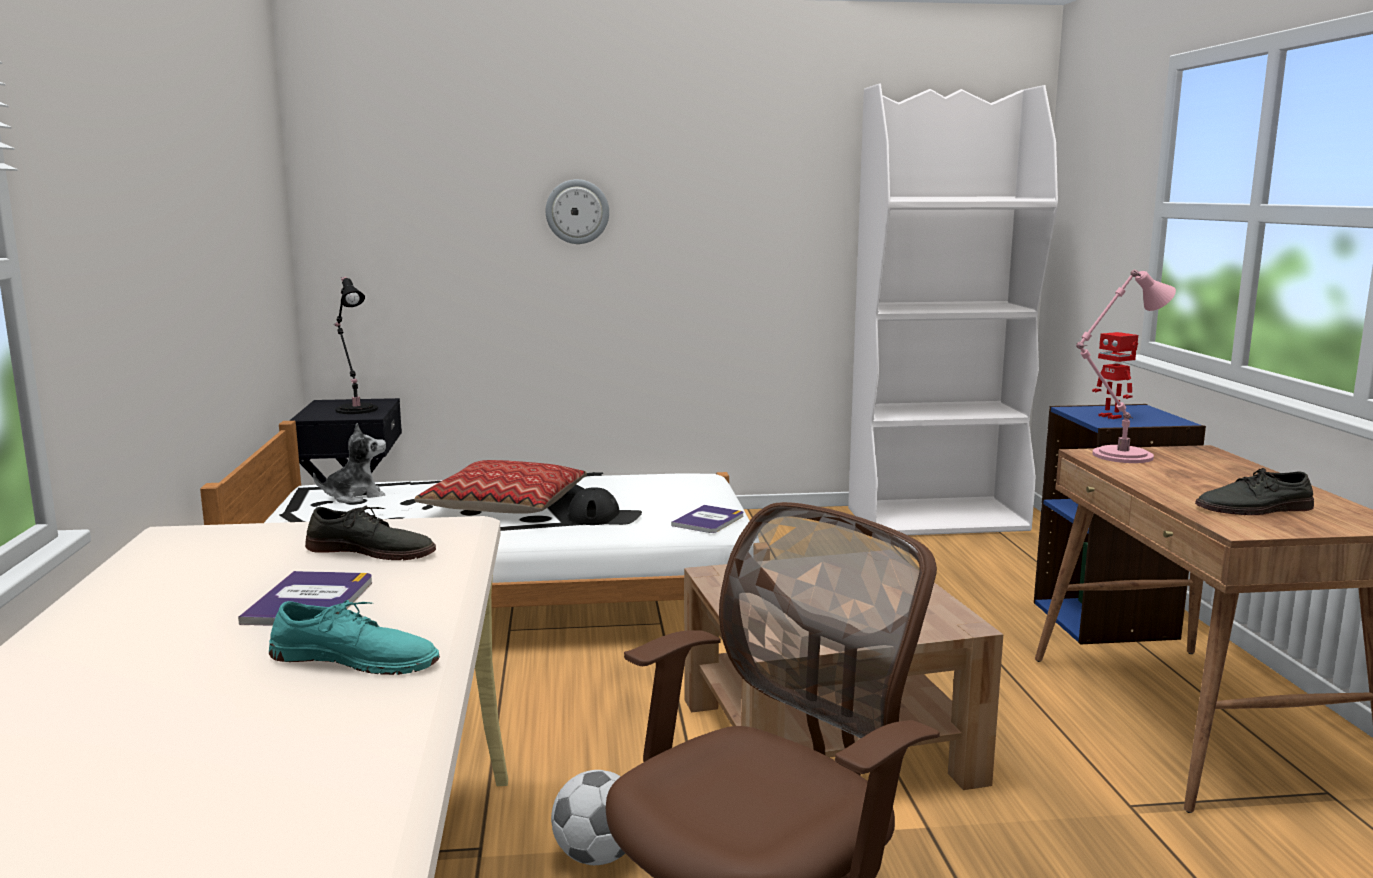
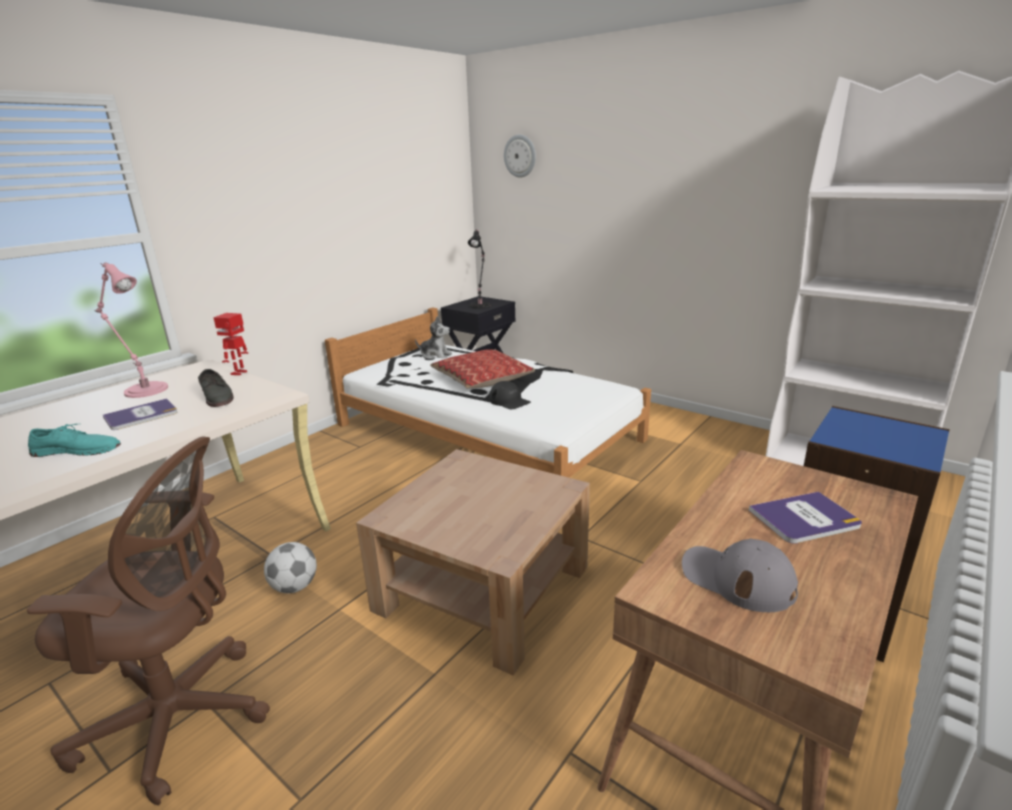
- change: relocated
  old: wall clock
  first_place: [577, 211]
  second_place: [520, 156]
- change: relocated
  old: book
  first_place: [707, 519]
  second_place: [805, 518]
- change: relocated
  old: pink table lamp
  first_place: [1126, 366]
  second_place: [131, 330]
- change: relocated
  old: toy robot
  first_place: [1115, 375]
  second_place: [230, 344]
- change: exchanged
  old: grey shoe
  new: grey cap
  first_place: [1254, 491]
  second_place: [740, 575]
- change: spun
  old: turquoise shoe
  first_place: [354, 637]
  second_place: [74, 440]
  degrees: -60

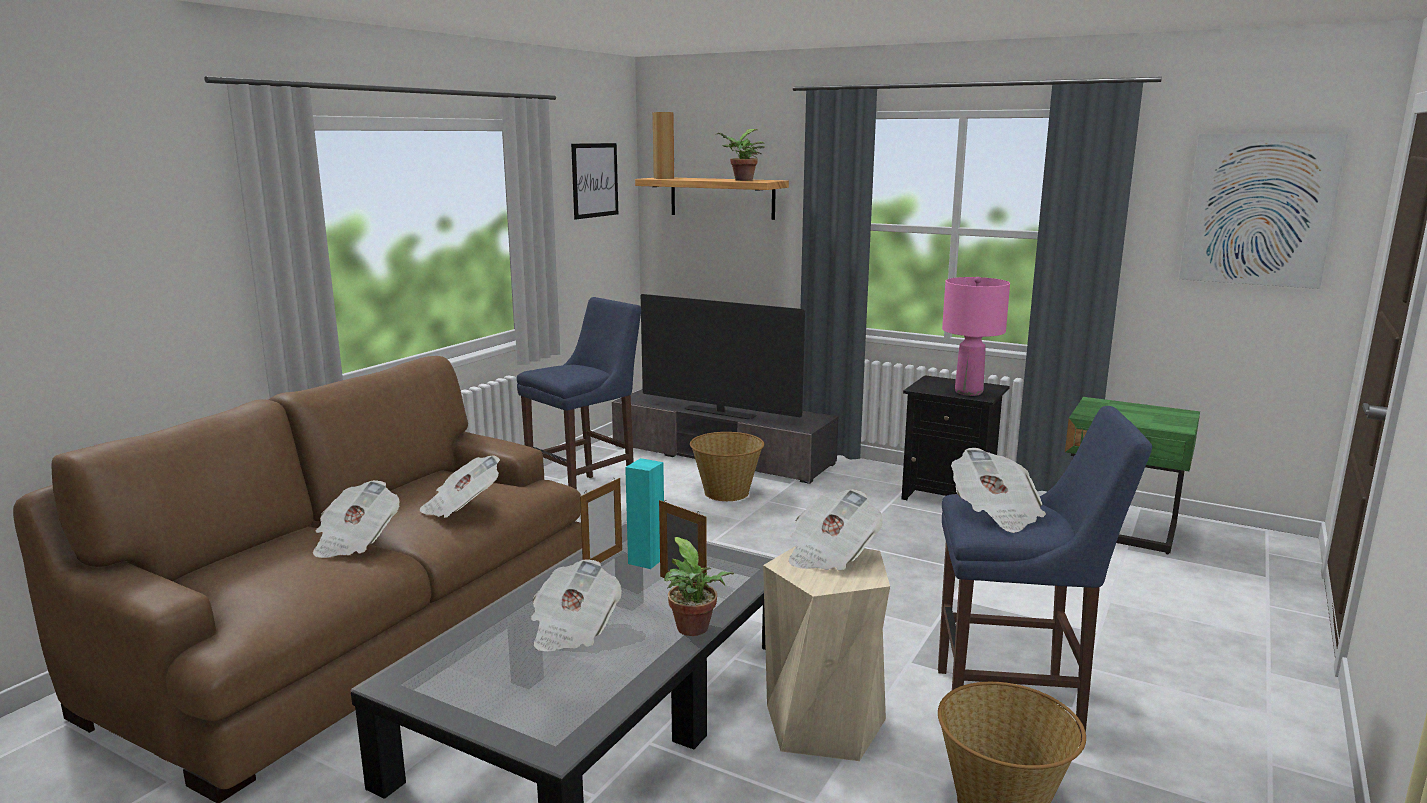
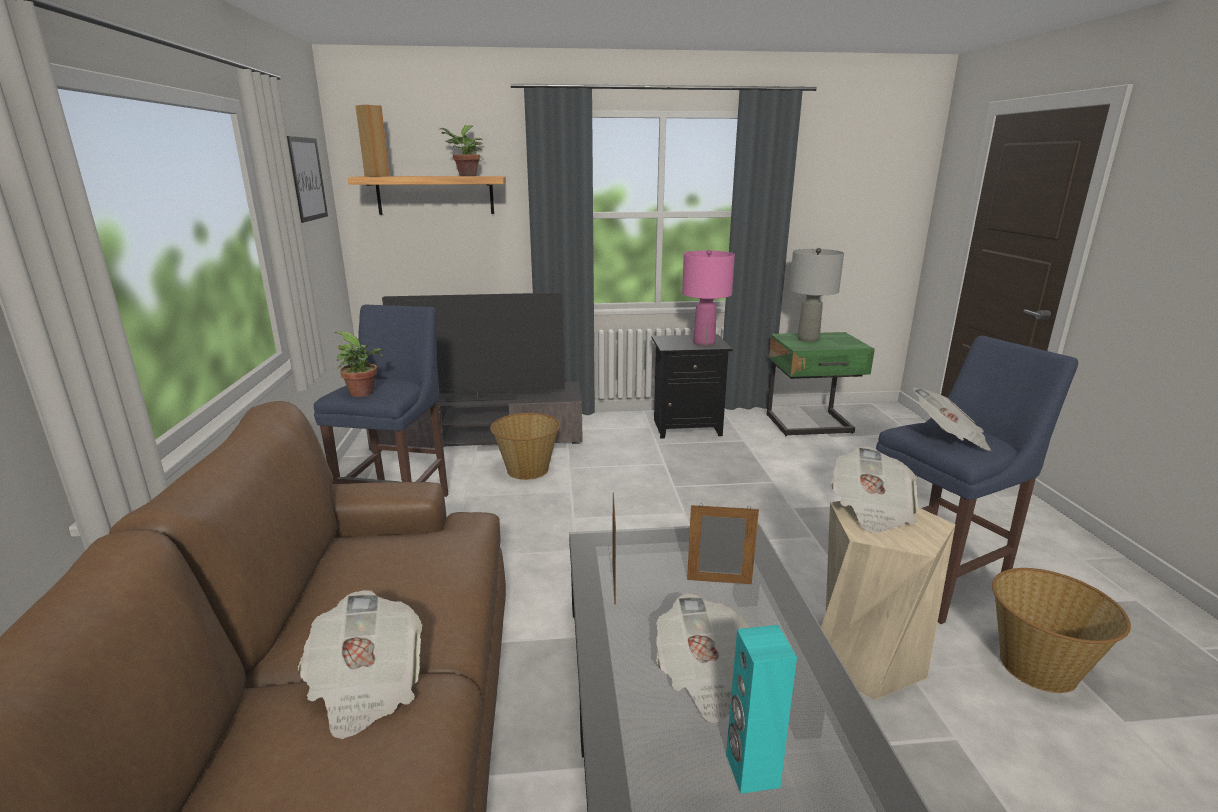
- change: missing
  old: newspaper
  first_place: [460, 487]
- change: missing
  old: picture
  first_place: [1263, 211]
- change: appeared
  new: grey table lamp
  second_place: [816, 295]
- change: relocated
  old: turquoise speaker
  first_place: [644, 513]
  second_place: [761, 709]
- change: relocated
  old: potted plant
  first_place: [699, 586]
  second_place: [359, 364]

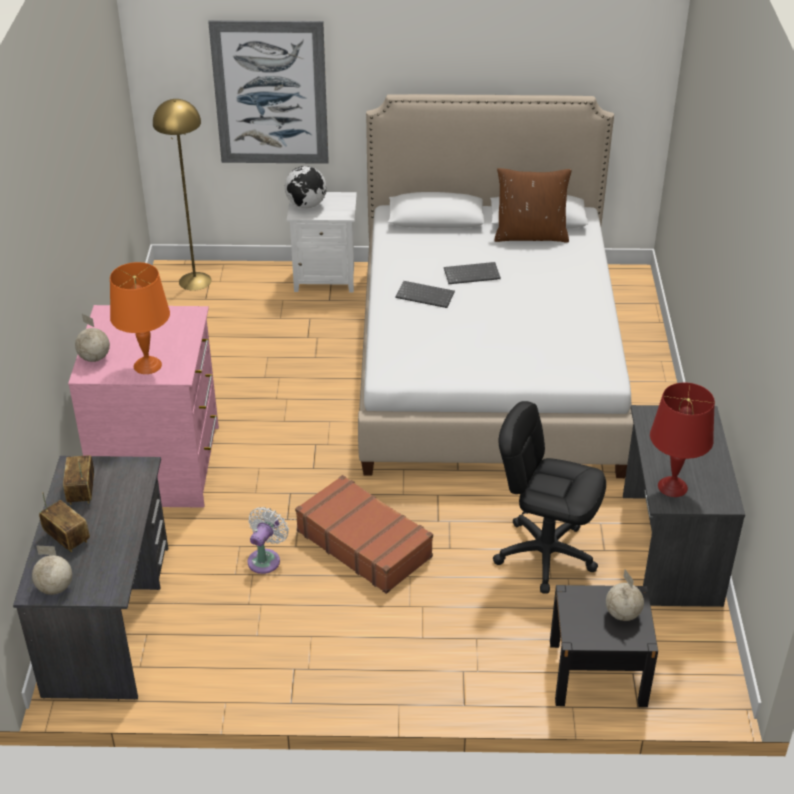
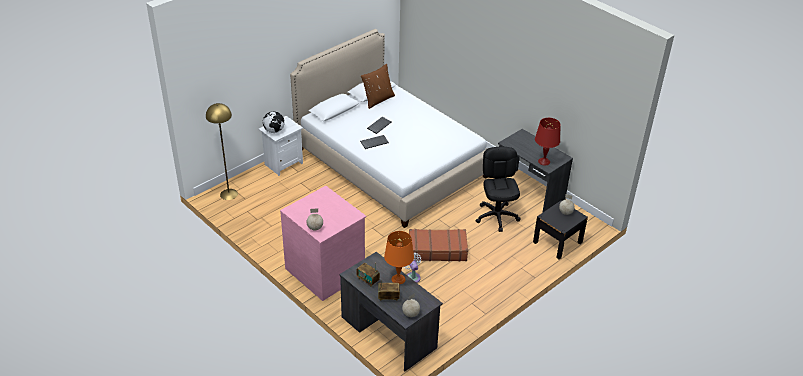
- change: missing
  old: picture
  first_place: [268, 92]
- change: relocated
  old: orange table lamp
  first_place: [140, 318]
  second_place: [399, 257]
- change: spun
  old: black office chair
  first_place: [549, 497]
  second_place: [498, 189]
  degrees: 105

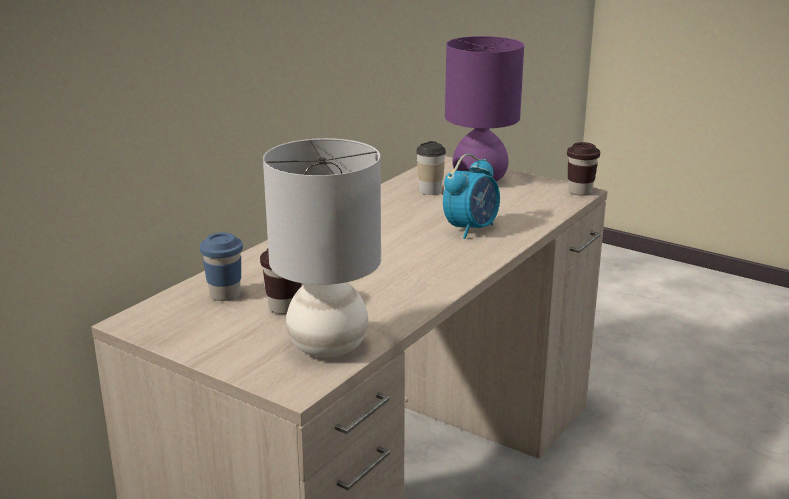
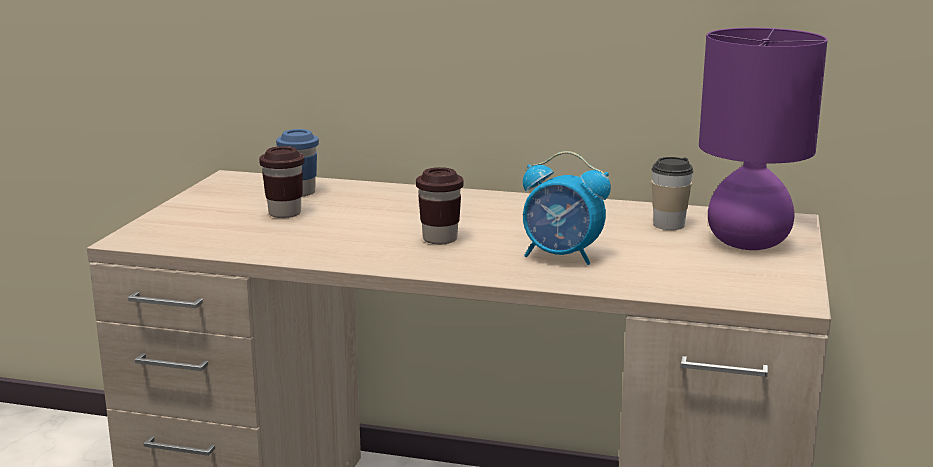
- change: missing
  old: grey table lamp
  first_place: [322, 248]
- change: relocated
  old: brown cup
  first_place: [583, 169]
  second_place: [440, 205]

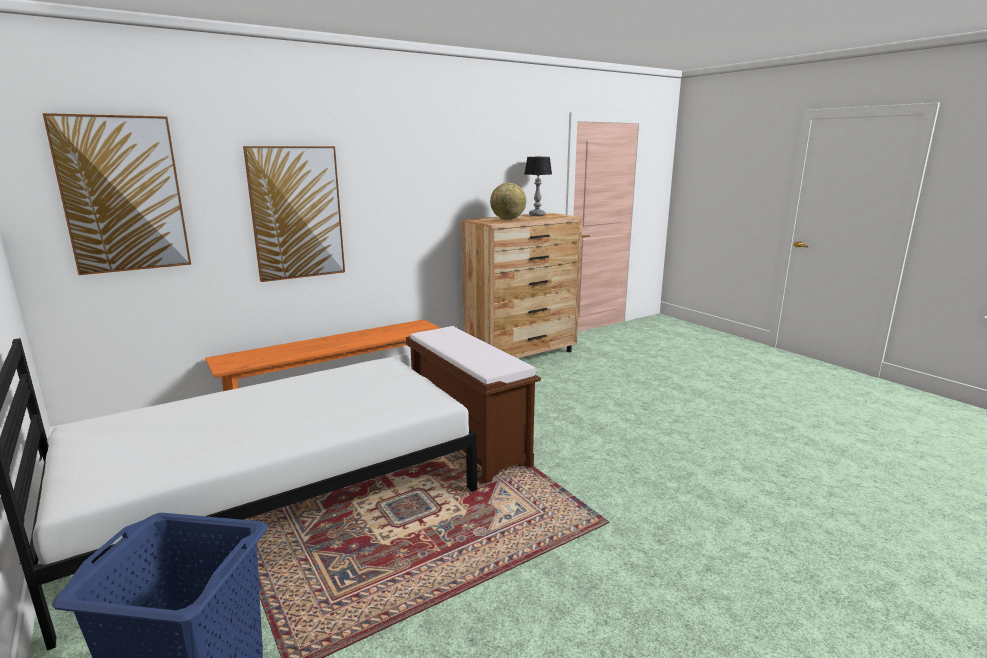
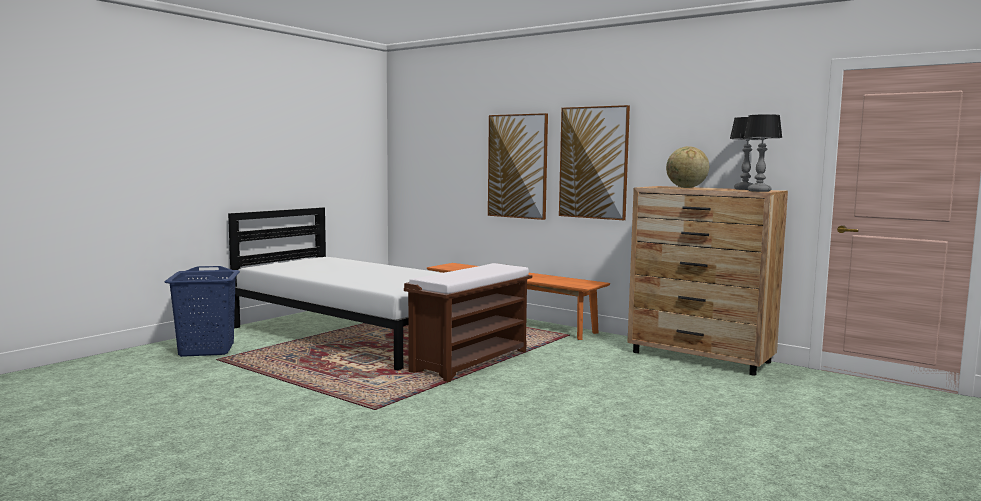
- change: appeared
  new: table lamp
  second_place: [762, 153]
- change: relocated
  old: picture
  first_place: [117, 194]
  second_place: [594, 162]

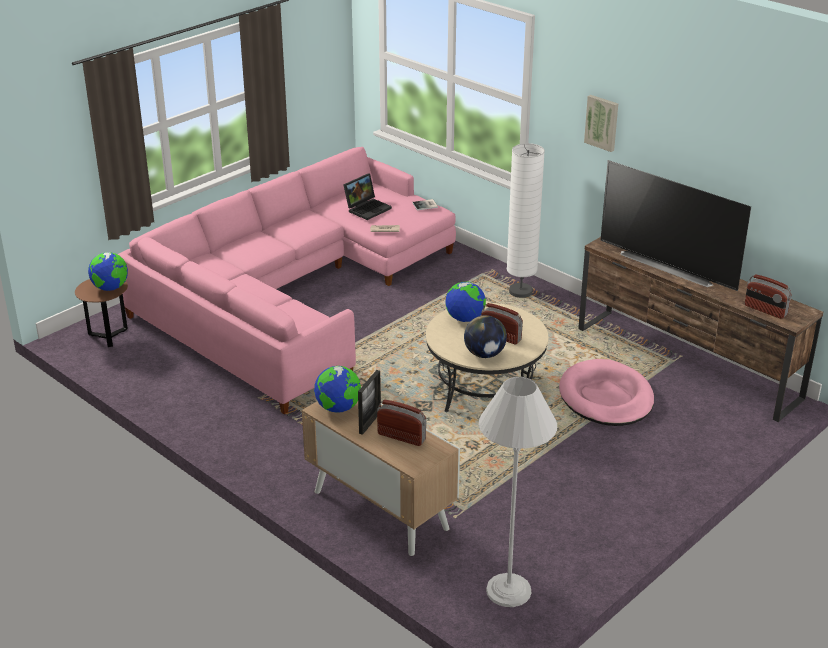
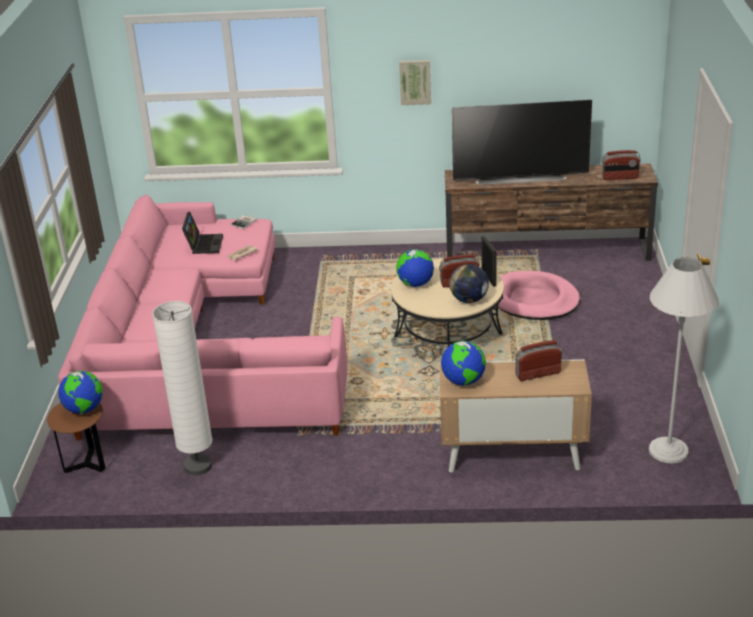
- change: relocated
  old: picture frame
  first_place: [369, 402]
  second_place: [489, 261]
- change: relocated
  old: white floor lamp
  first_place: [526, 220]
  second_place: [182, 388]

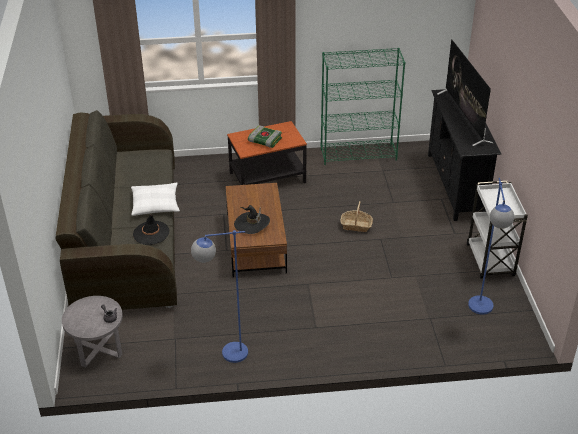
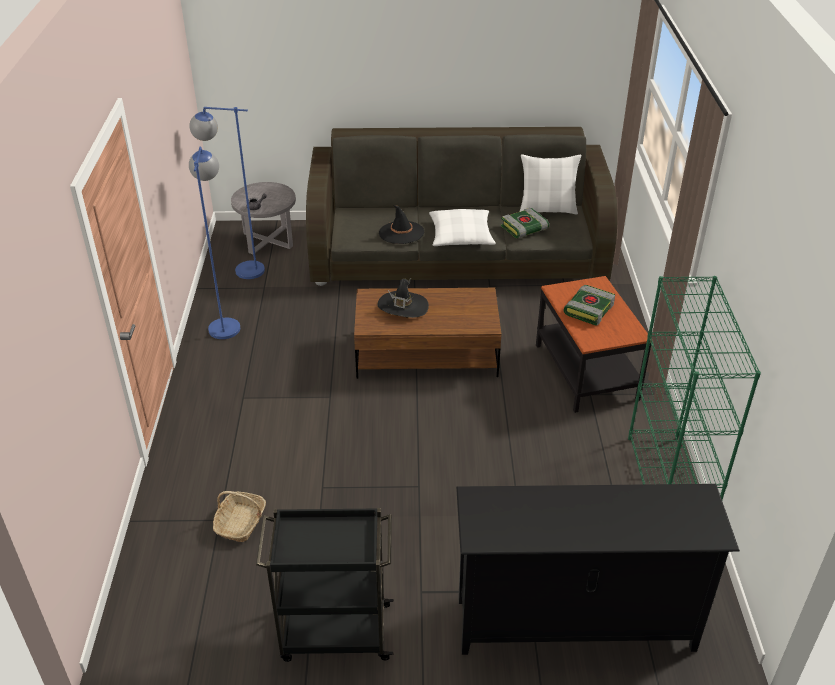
- change: missing
  old: television
  first_place: [465, 92]
- change: appeared
  new: book
  second_place: [525, 223]
- change: appeared
  new: white pillow
  second_place: [550, 184]
- change: relocated
  old: basket
  first_place: [357, 216]
  second_place: [239, 516]
- change: relocated
  old: blue floor lamp
  first_place: [491, 246]
  second_place: [227, 193]
- change: colour
  old: white cart
  new: black cart
  first_place: [497, 230]
  second_place: [325, 585]

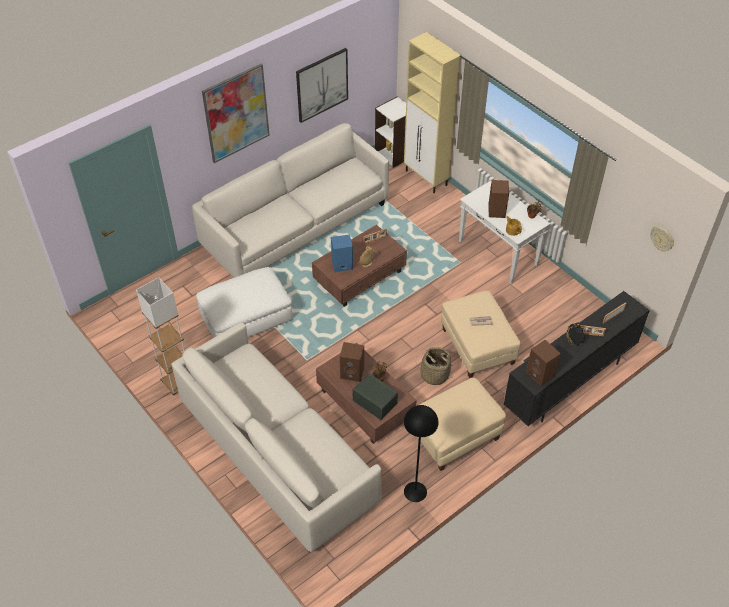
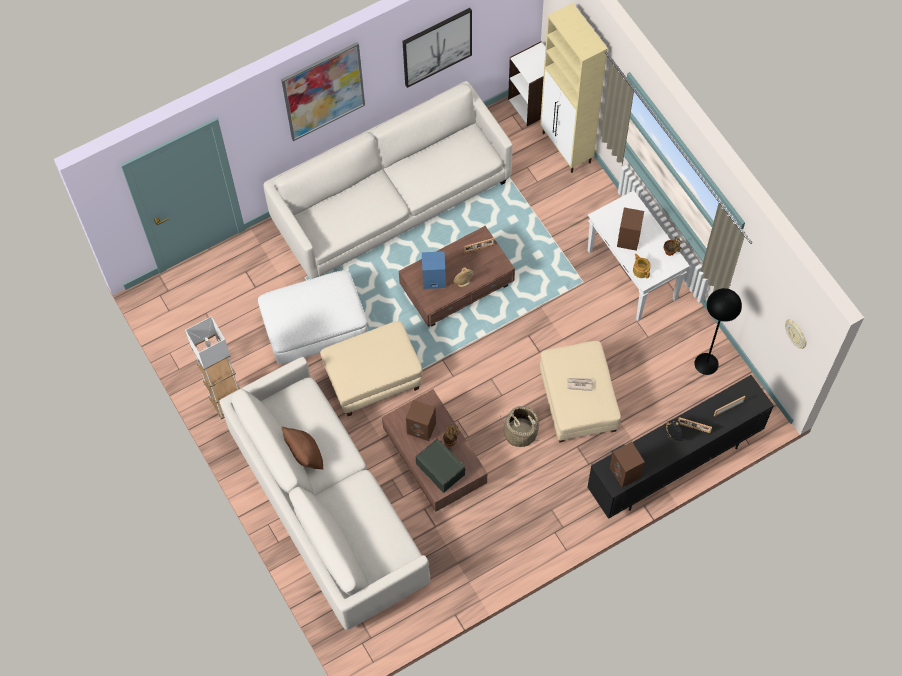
- change: appeared
  new: brown pillow
  second_place: [302, 448]
- change: relocated
  old: black floor lamp
  first_place: [421, 453]
  second_place: [718, 331]
- change: relocated
  old: beige ottoman
  first_place: [461, 424]
  second_place: [371, 368]

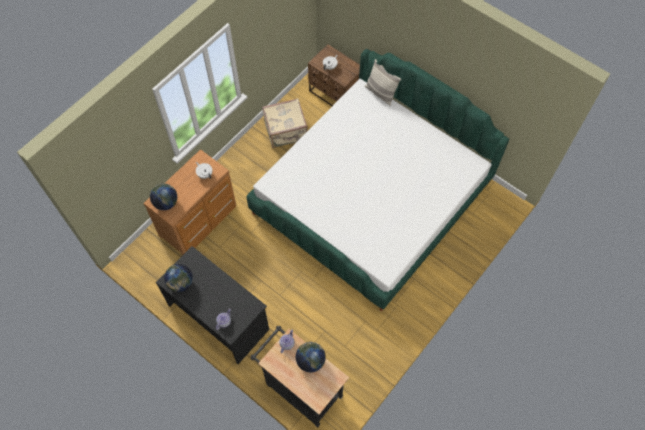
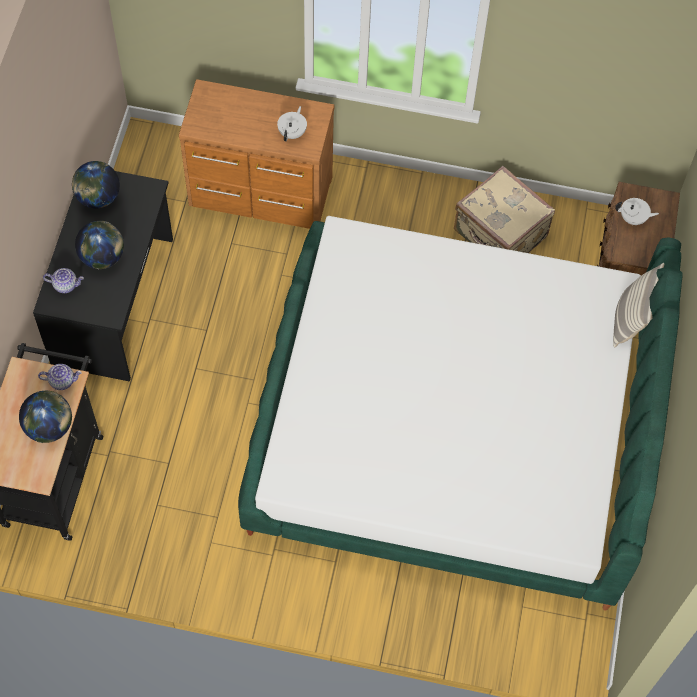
- change: relocated
  old: globe
  first_place: [163, 196]
  second_place: [99, 245]

